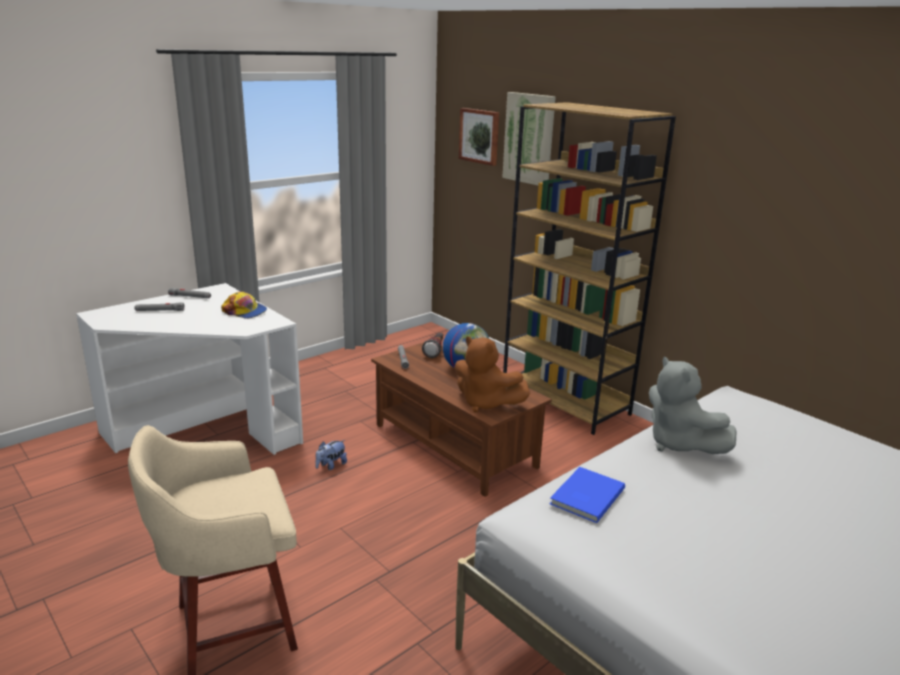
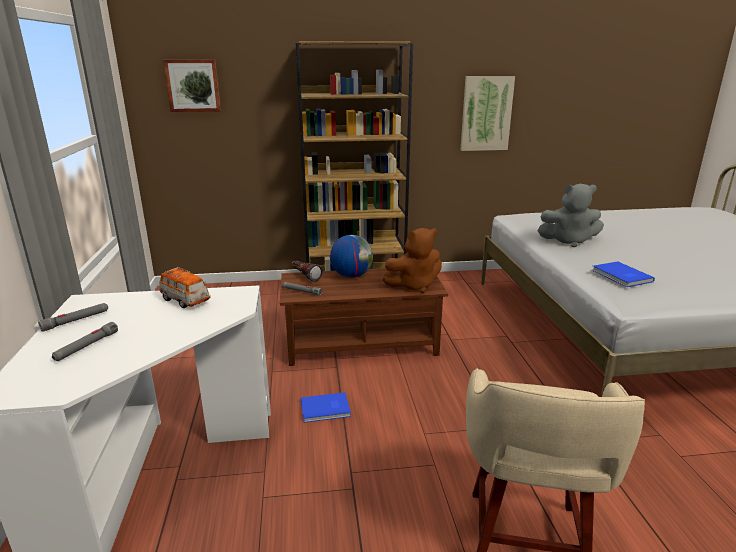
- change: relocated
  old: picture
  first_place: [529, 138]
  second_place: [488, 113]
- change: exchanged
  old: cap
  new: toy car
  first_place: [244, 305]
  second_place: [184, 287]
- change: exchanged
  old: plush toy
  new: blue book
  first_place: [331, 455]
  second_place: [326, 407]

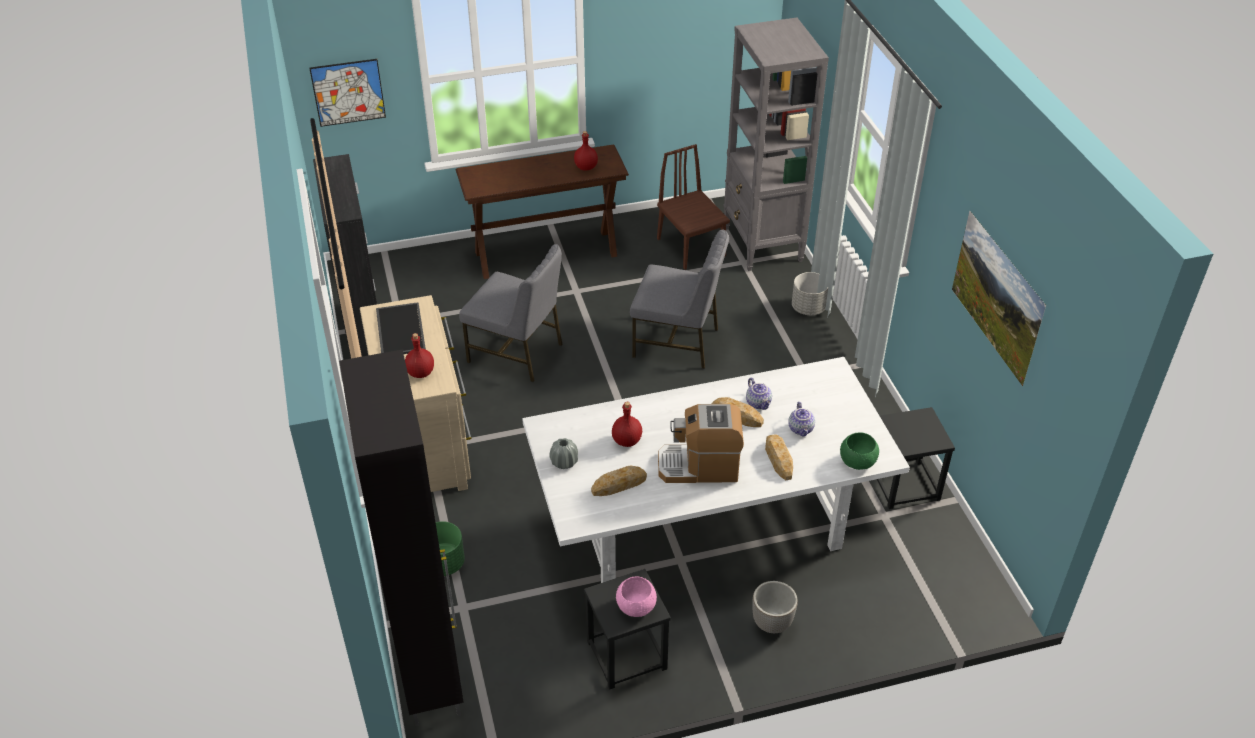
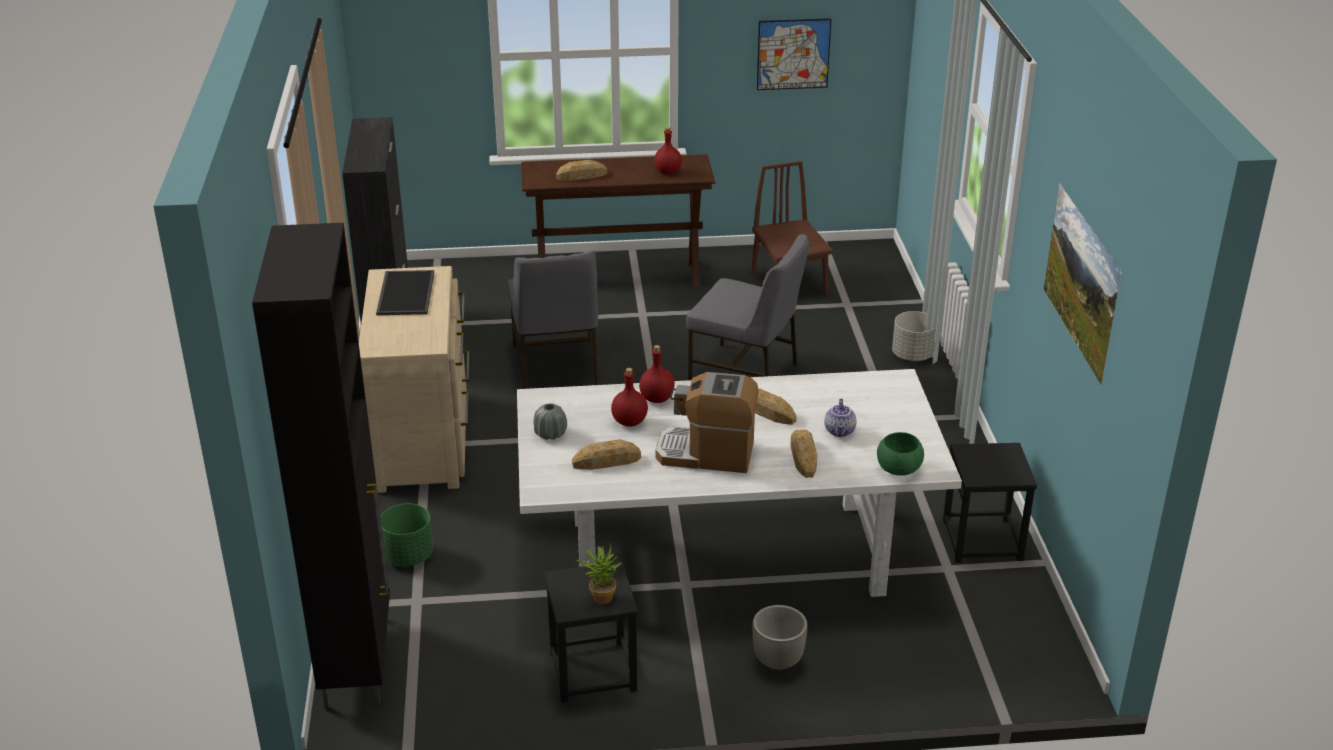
- change: missing
  old: grey bookcase
  first_place: [776, 144]
- change: missing
  old: teapot
  first_place: [759, 394]
- change: appeared
  new: bread
  second_place: [582, 170]
- change: relocated
  old: picture
  first_place: [347, 93]
  second_place: [794, 54]
- change: relocated
  old: red bottle
  first_place: [419, 355]
  second_place: [657, 374]
- change: exchanged
  old: pink bowl
  new: potted plant
  first_place: [636, 597]
  second_place: [599, 573]
- change: spun
  old: grey chair
  first_place: [511, 313]
  second_place: [552, 319]
  degrees: 45

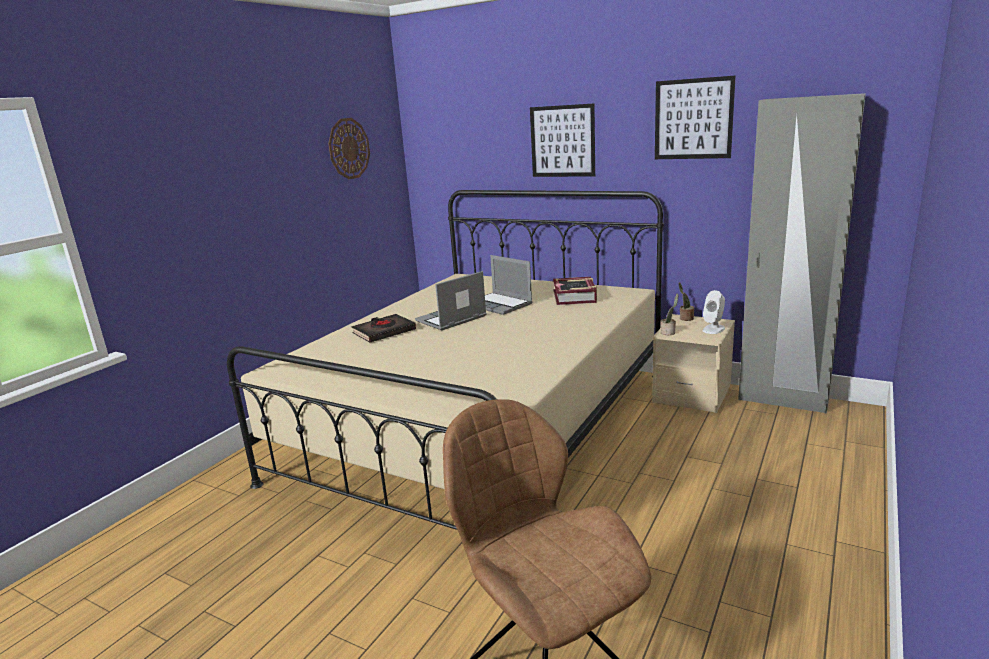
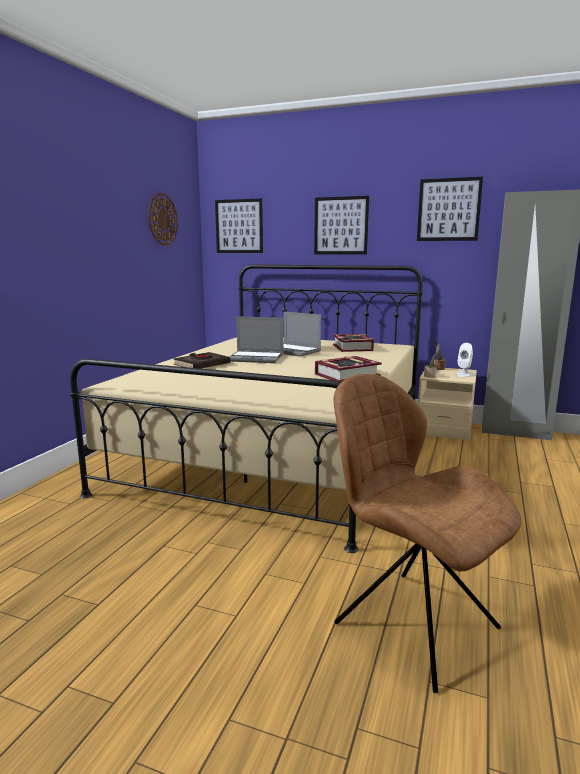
- change: appeared
  new: picture
  second_place: [239, 225]
- change: appeared
  new: book
  second_place: [348, 369]
- change: spun
  old: laptop
  first_place: [451, 300]
  second_place: [256, 339]
  degrees: -120

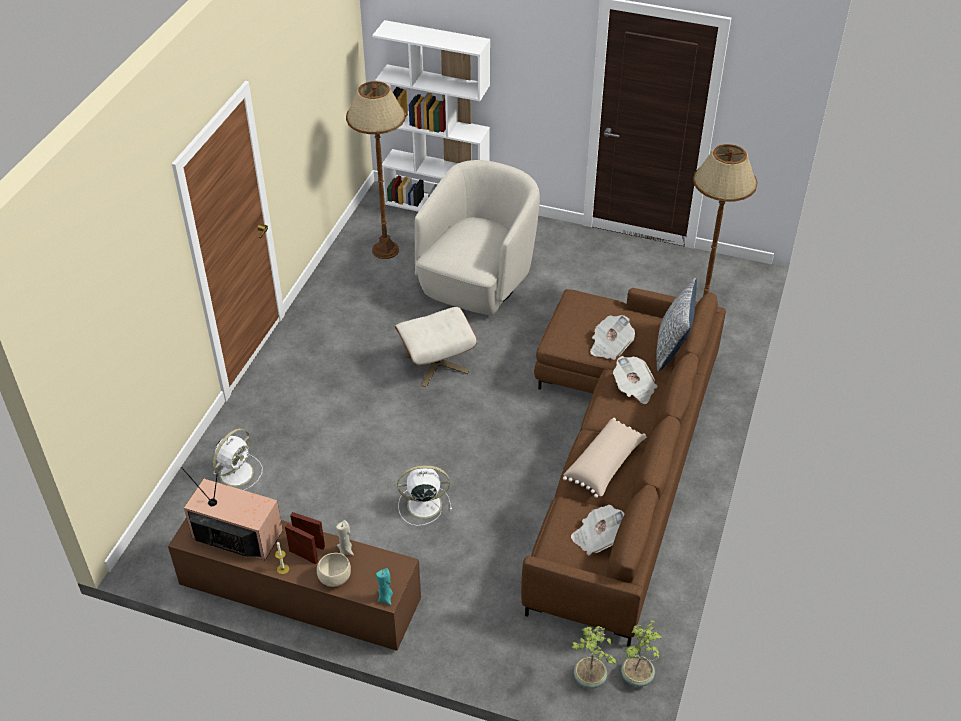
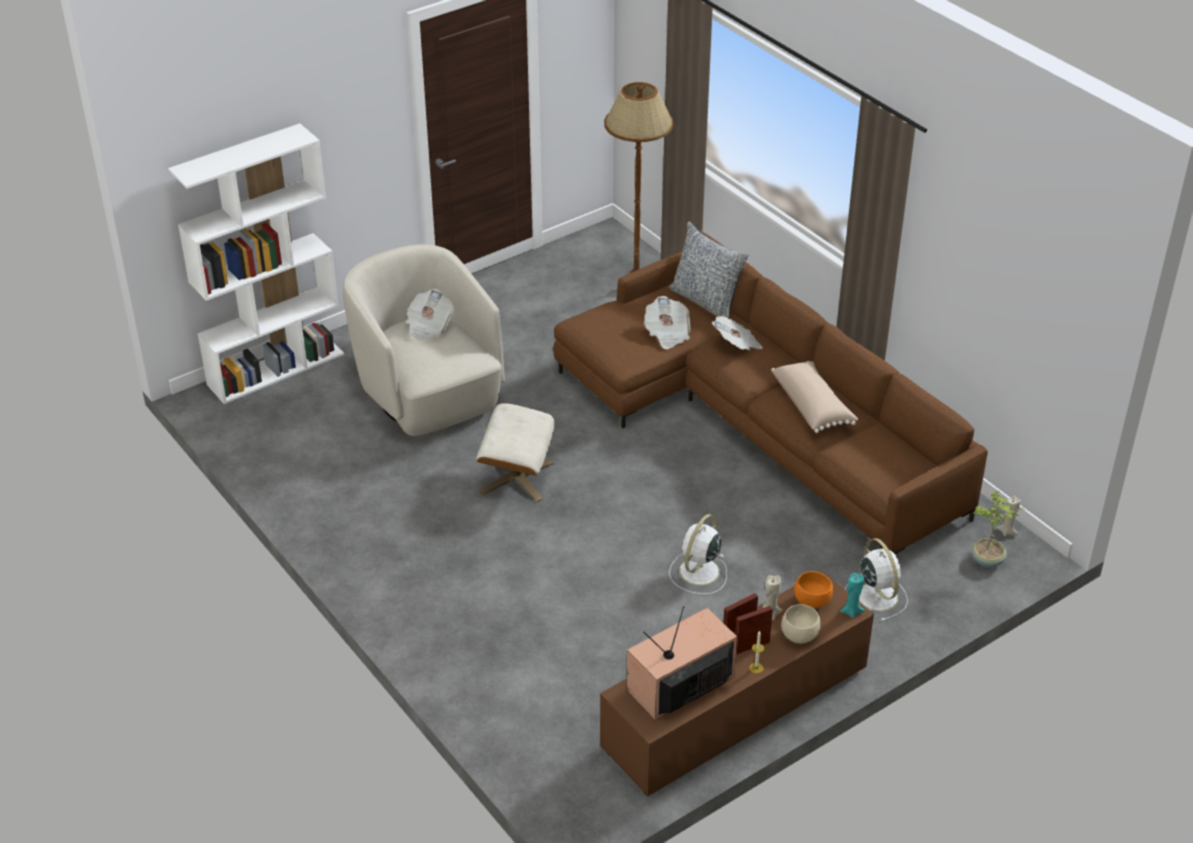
- change: missing
  old: brown floor lamp
  first_place: [376, 170]
- change: appeared
  new: orange bowl
  second_place: [813, 589]
- change: relocated
  old: white fan
  first_place: [238, 459]
  second_place: [876, 579]
- change: relocated
  old: newspaper
  first_place: [597, 530]
  second_place: [430, 314]
- change: exchanged
  old: potted plant
  new: beige candle
  first_place: [642, 653]
  second_place: [1008, 516]

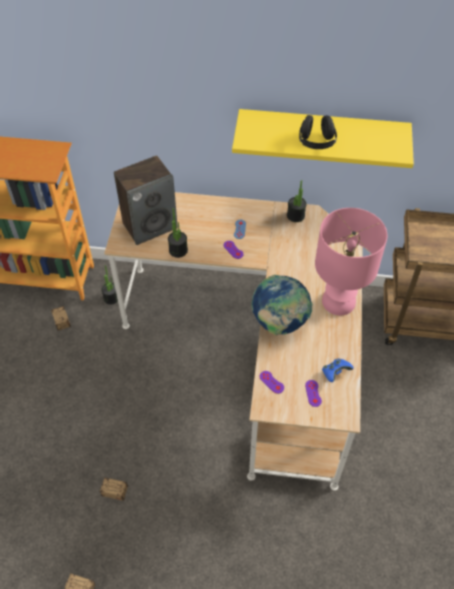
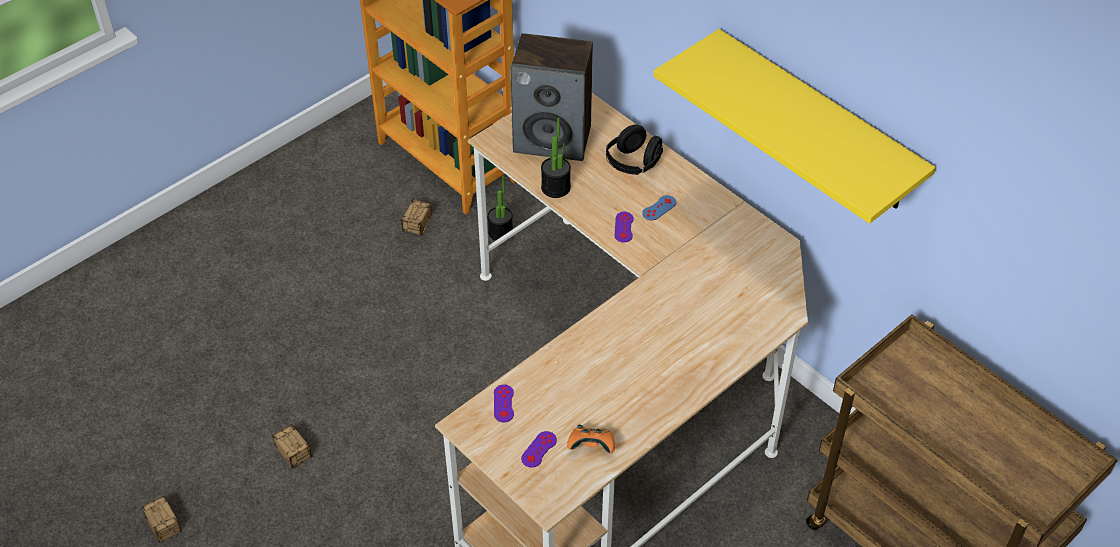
- change: missing
  old: globe
  first_place: [282, 305]
- change: missing
  old: potted plant
  first_place: [297, 201]
- change: missing
  old: pink table lamp
  first_place: [351, 261]
- change: relocated
  old: black headphones
  first_place: [318, 132]
  second_place: [634, 150]
- change: colour
  old: blue game controller
  new: orange game controller
  first_place: [338, 370]
  second_place: [591, 439]

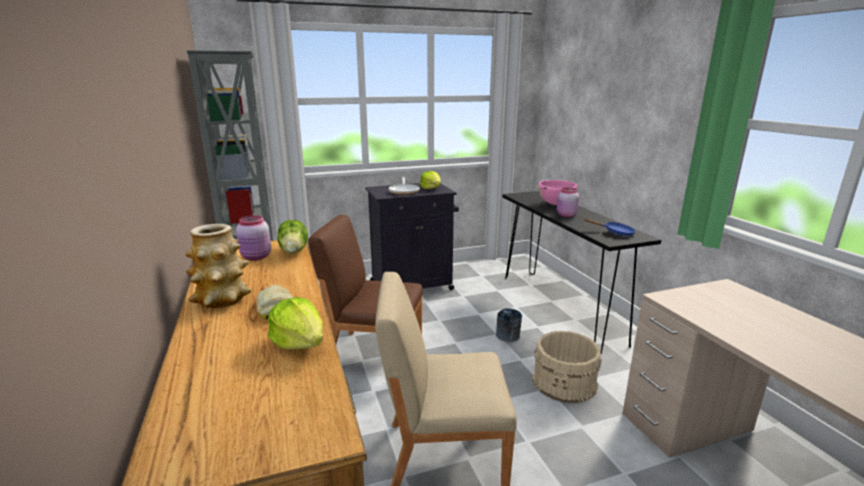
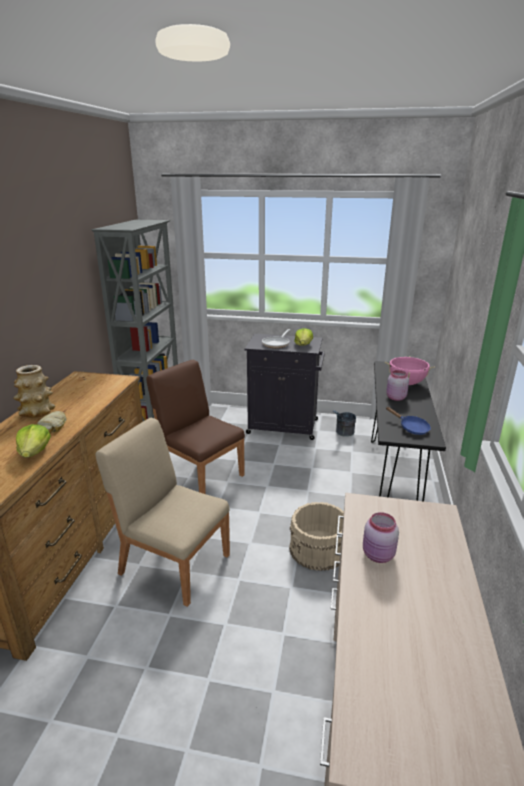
- change: missing
  old: lettuce
  first_place: [292, 236]
- change: relocated
  old: pink jar
  first_place: [253, 238]
  second_place: [381, 537]
- change: relocated
  old: grey bucket
  first_place: [509, 325]
  second_place: [344, 423]

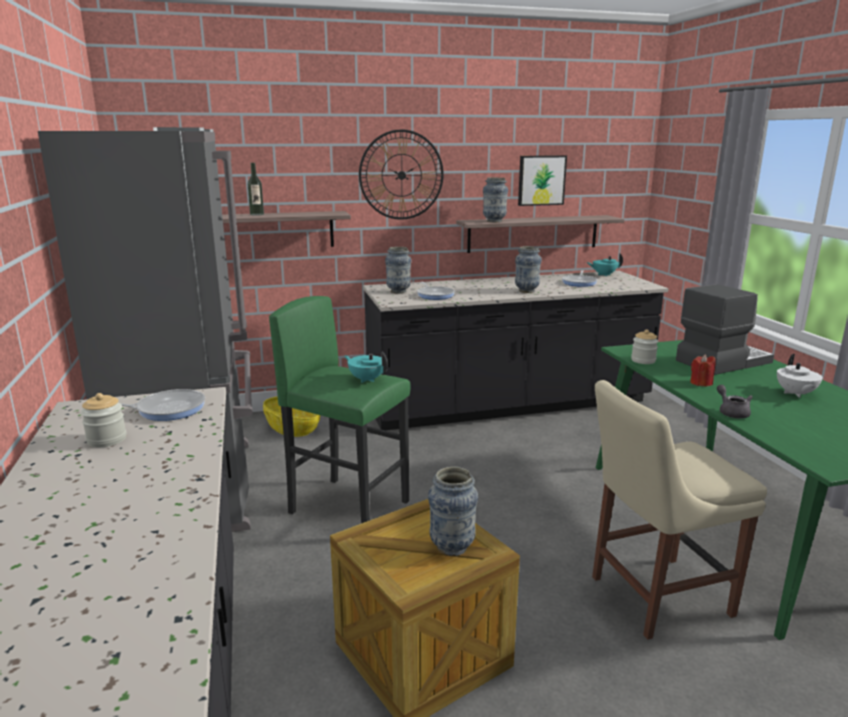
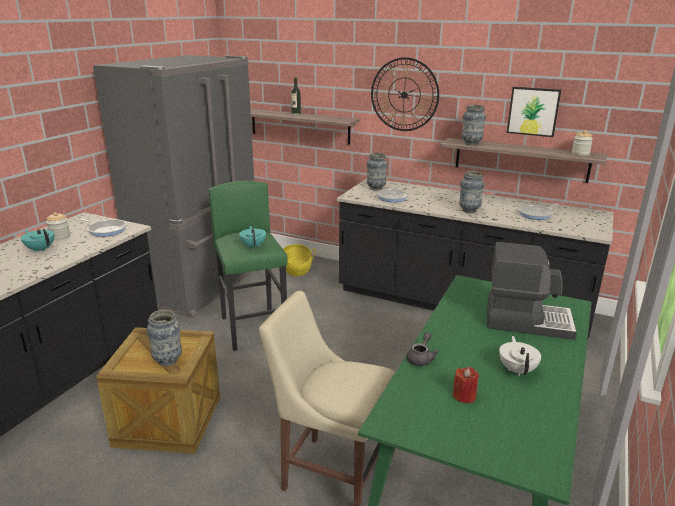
- change: relocated
  old: turquoise teapot
  first_place: [605, 264]
  second_place: [37, 240]
- change: relocated
  old: jar
  first_place: [644, 347]
  second_place: [582, 143]
- change: relocated
  old: red candle
  first_place: [703, 370]
  second_place: [465, 385]
- change: spun
  old: white teapot
  first_place: [800, 376]
  second_place: [520, 356]
  degrees: 135

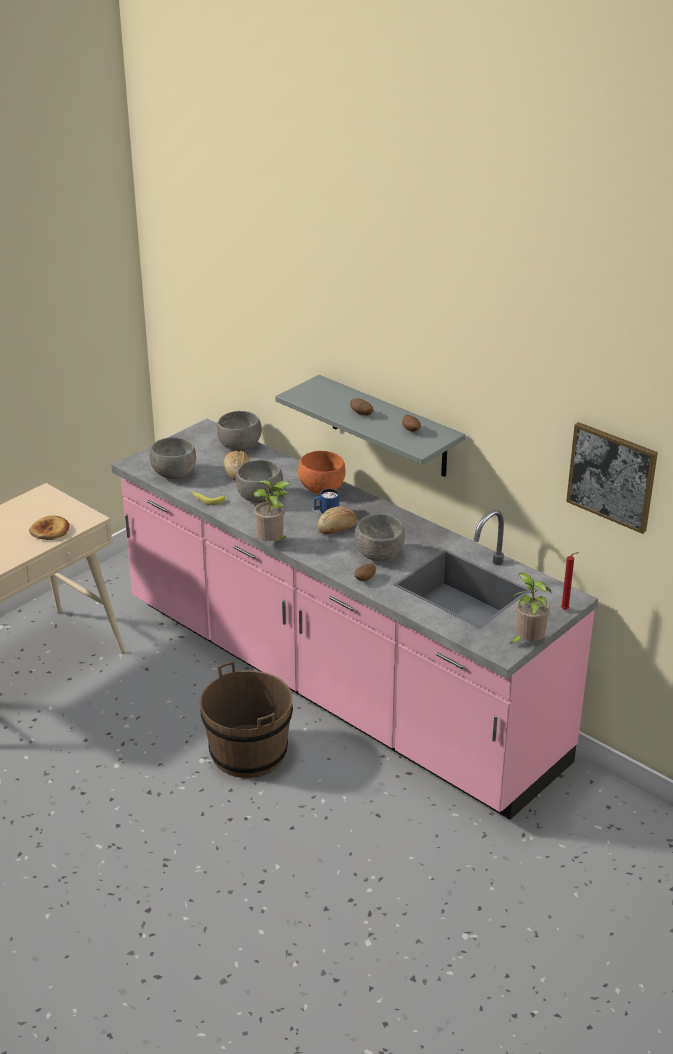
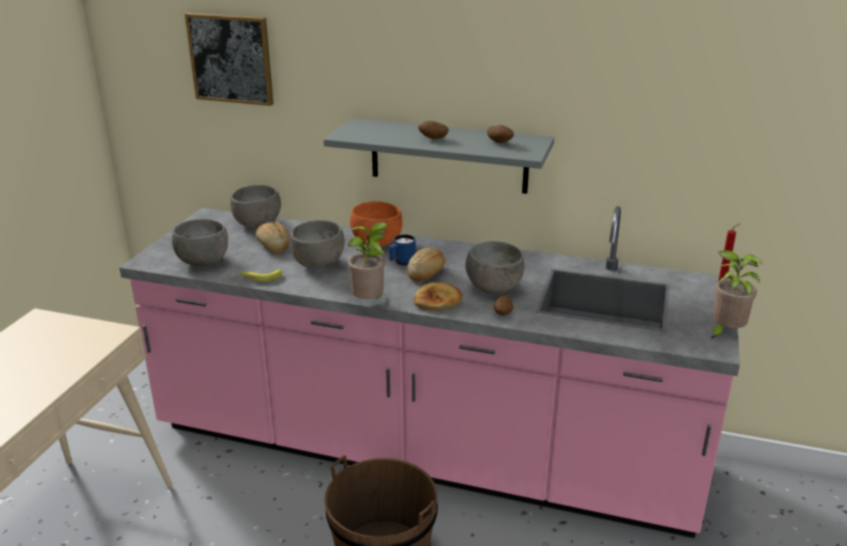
- change: relocated
  old: bread
  first_place: [49, 528]
  second_place: [438, 296]
- change: relocated
  old: picture
  first_place: [612, 478]
  second_place: [229, 59]

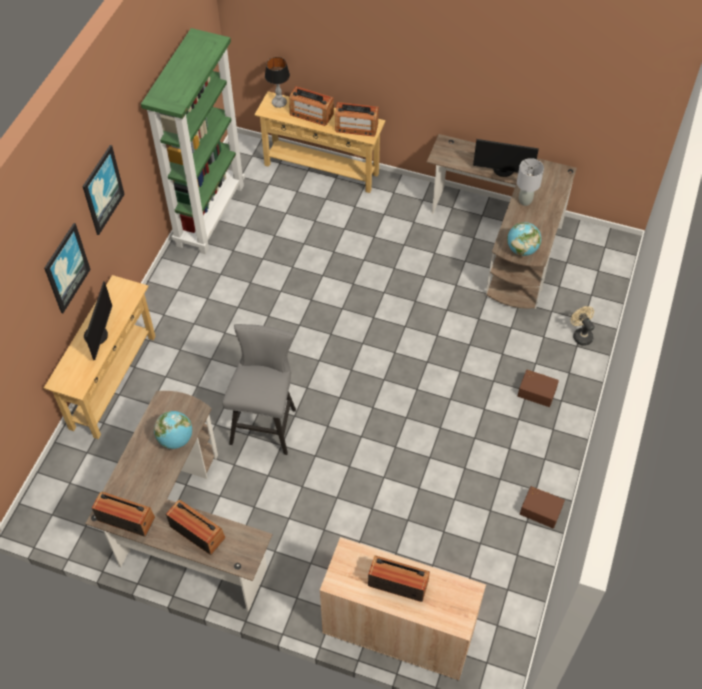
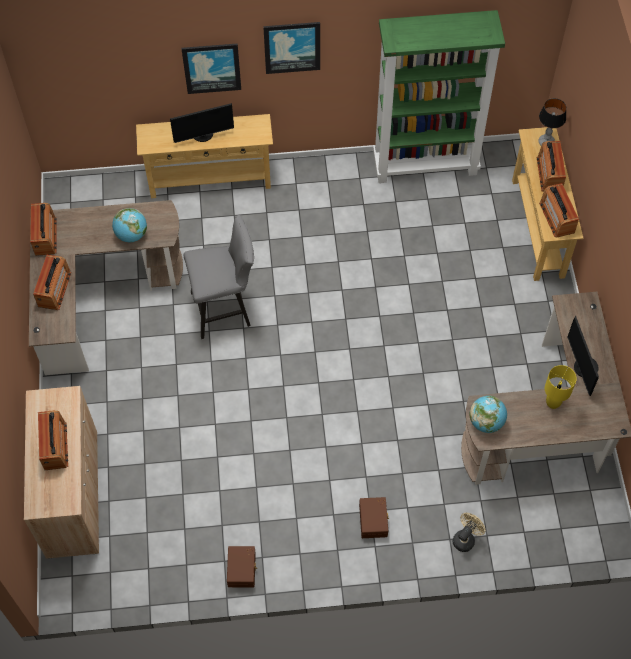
- change: colour
  old: grey table lamp
  new: yellow table lamp
  first_place: [530, 182]
  second_place: [561, 387]

